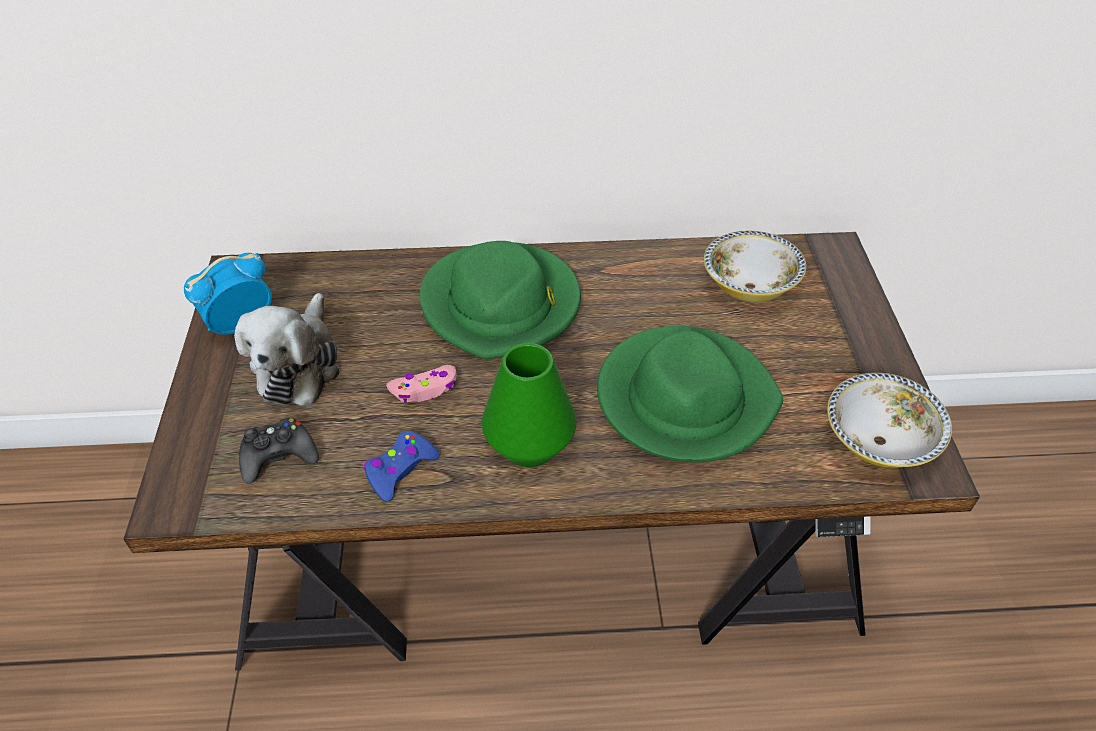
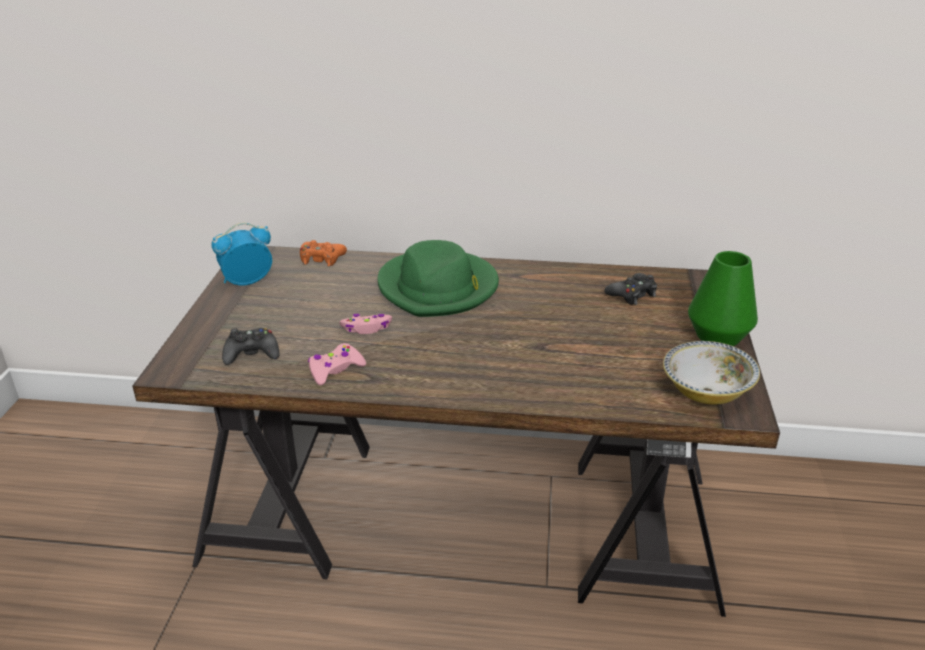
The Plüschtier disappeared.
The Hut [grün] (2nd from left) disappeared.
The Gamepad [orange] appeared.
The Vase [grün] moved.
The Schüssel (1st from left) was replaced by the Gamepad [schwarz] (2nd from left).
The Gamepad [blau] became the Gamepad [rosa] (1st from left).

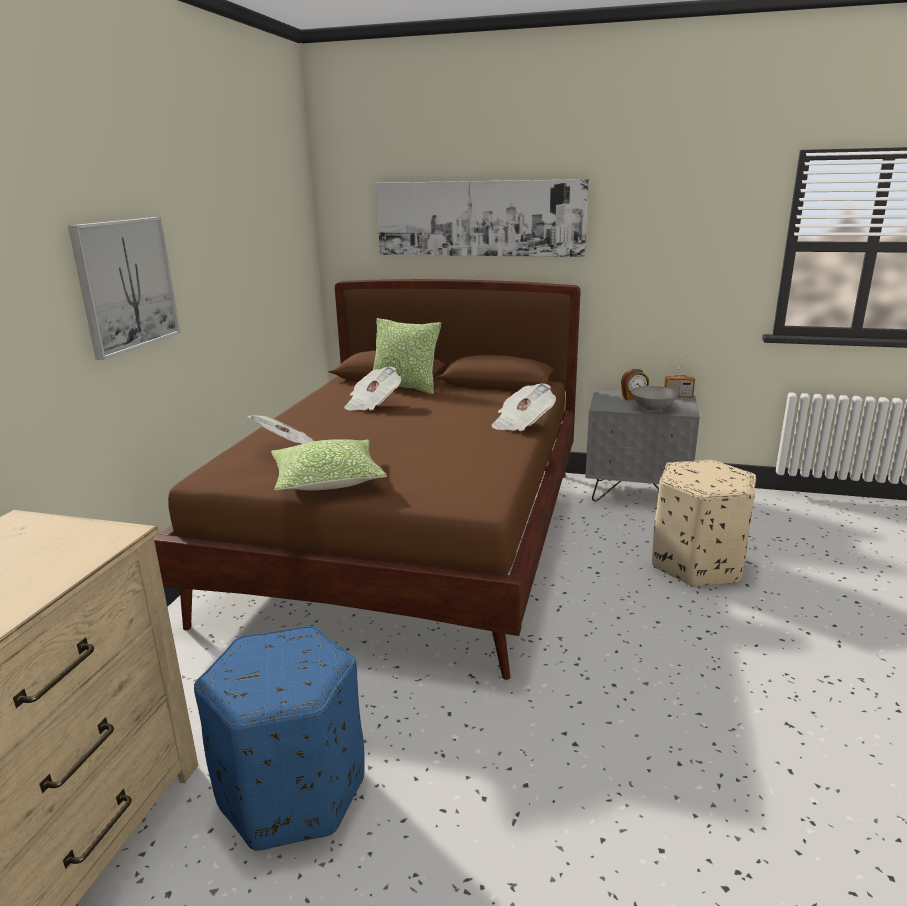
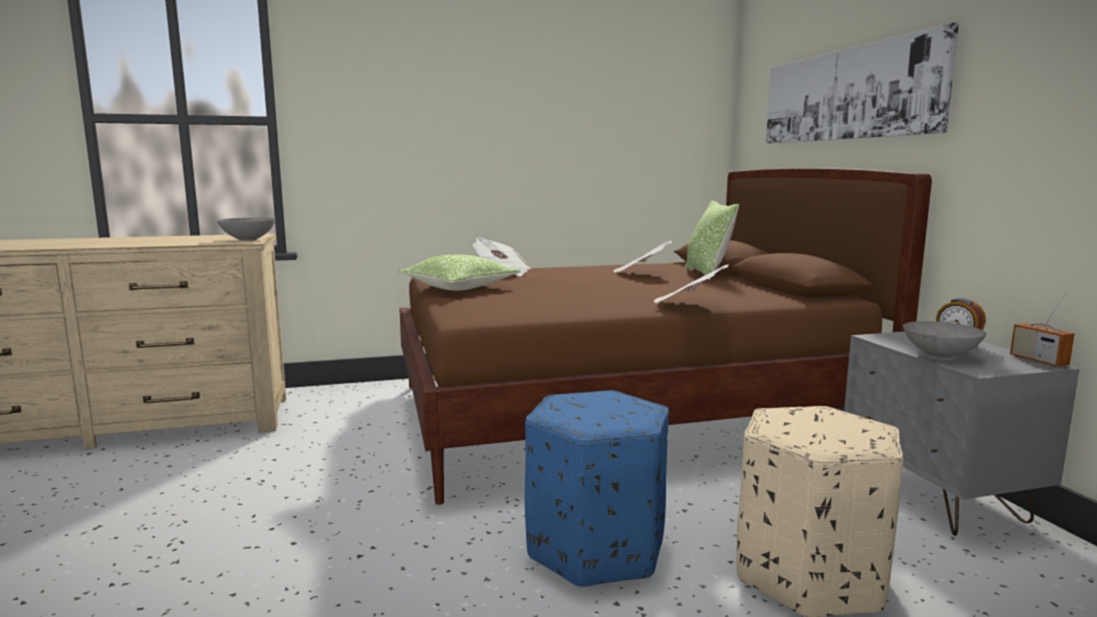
The Bild (1st from left) disappeared.
The Schüssel [grau] (1st from left) appeared.
The Polsterhocker [blau] moved.

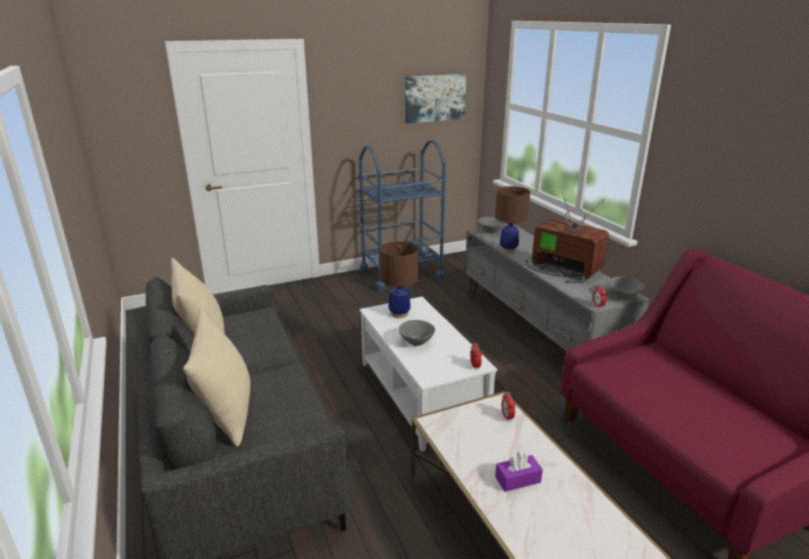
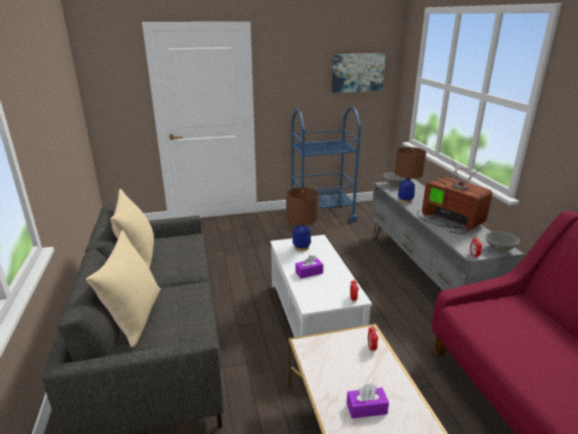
The Schüssel [grau] (1st from left) was replaced by the Taschentuchbox [lila] (1st from left).

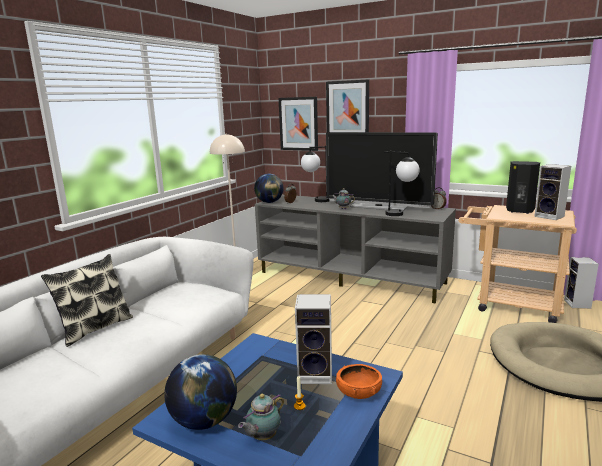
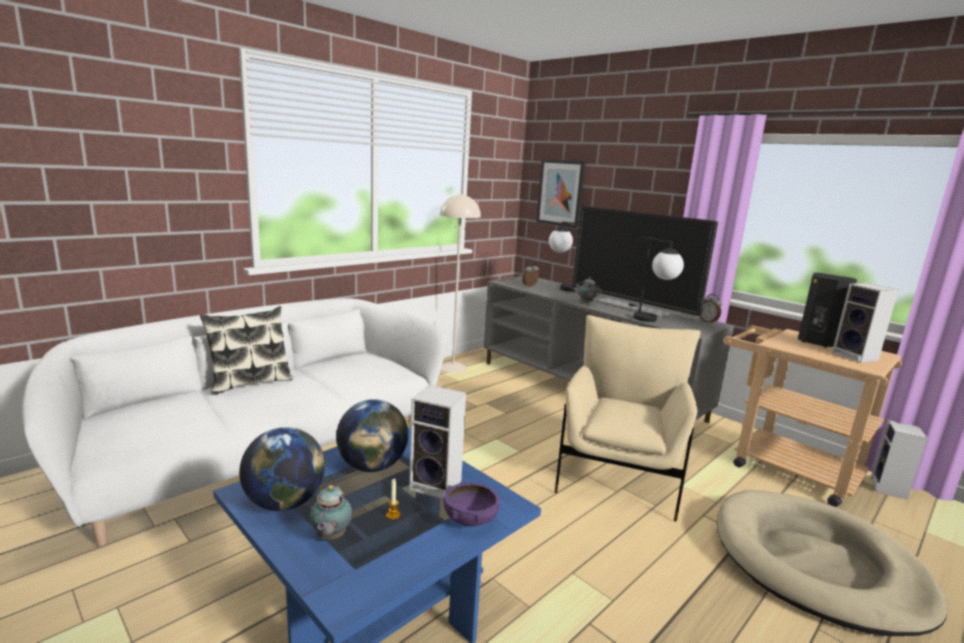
The Bild (2nd from left) disappeared.
The Sessel [beige] appeared.
The Globus (2nd from left) moved.
The Schüssel [orange] became the Schüssel [lila].
The Teekanne (1st from left) turned 60 degrees counterclockwise.

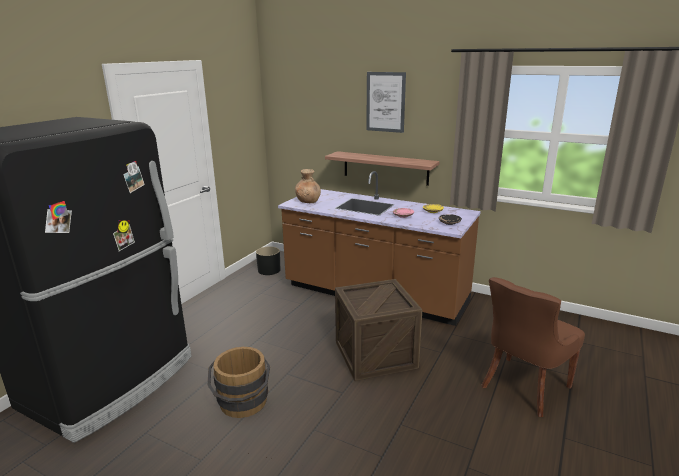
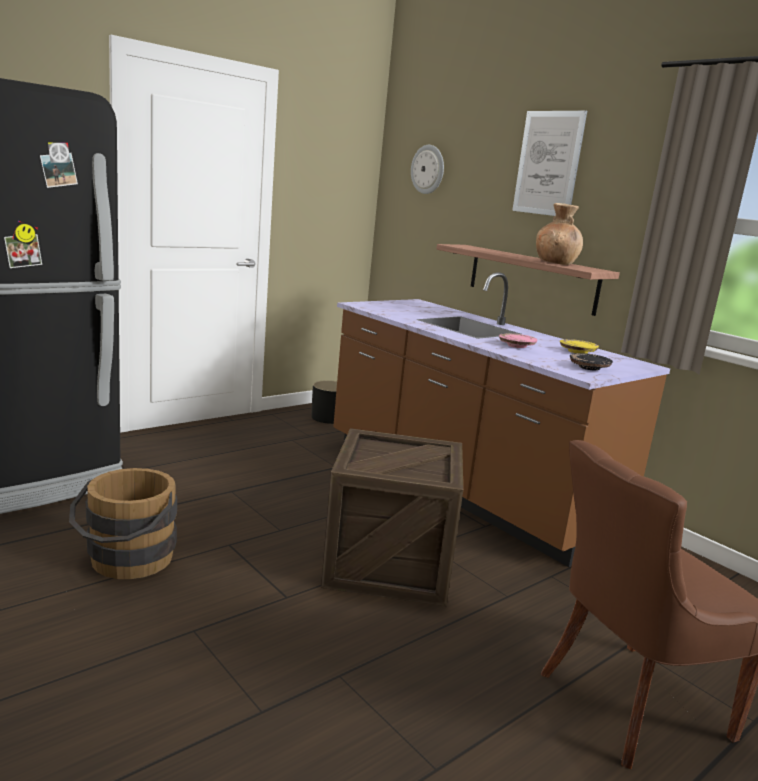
The Wanduhr appeared.
The Vase [braun] moved.

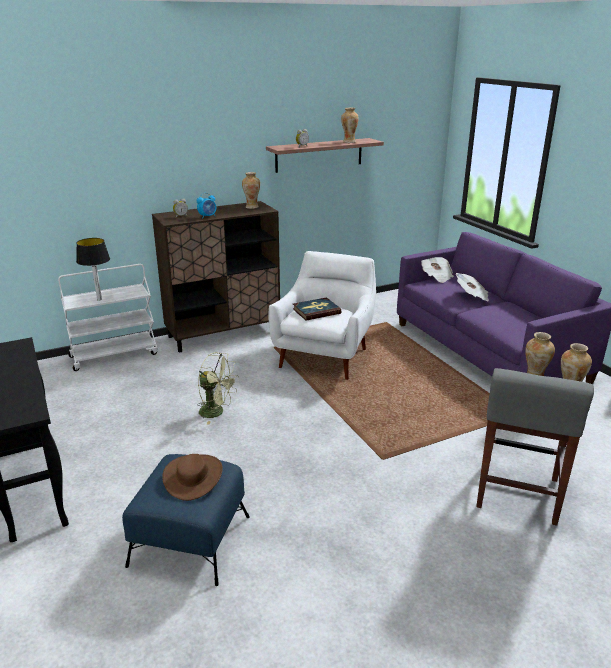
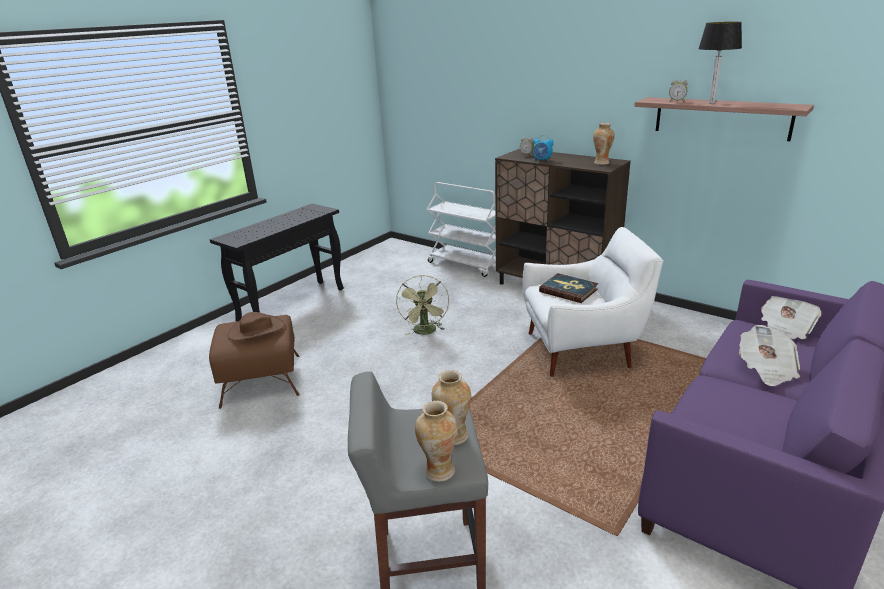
The Vase (2nd from left) disappeared.
The Tischlampe moved.
The Polsterhocker [blau] became the Polsterhocker [braun].

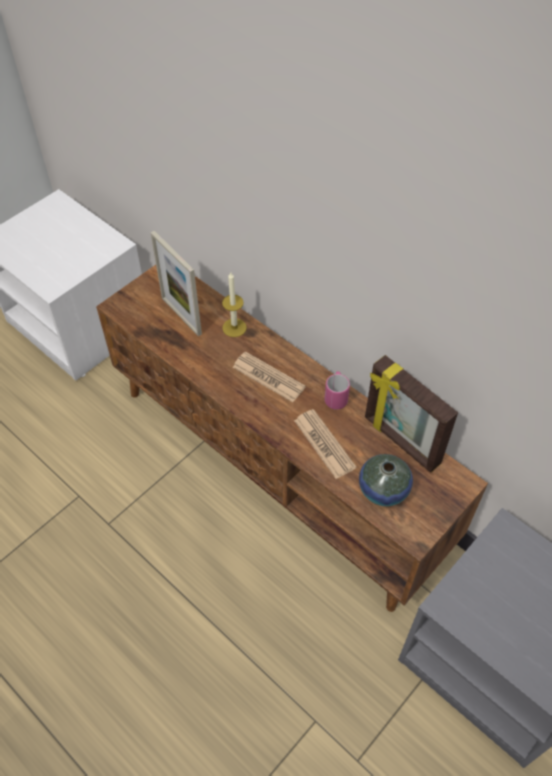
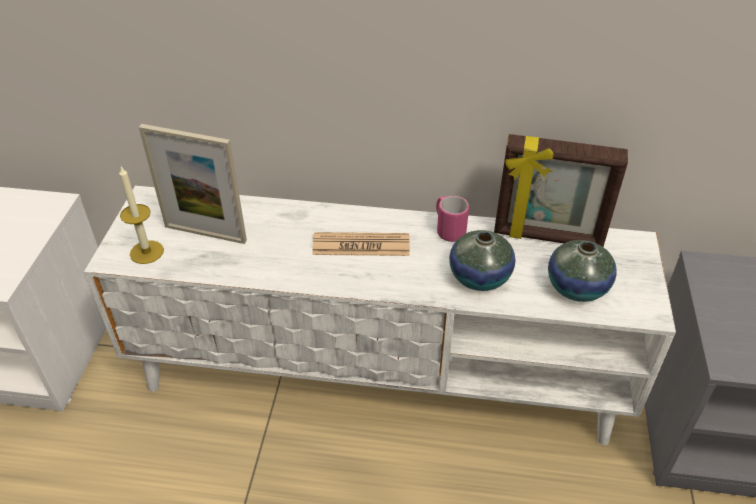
The Kerze moved.
The Zeitung (2nd from left) was replaced by the Vase (1st from left).
The Fernsehschrank [braun] became the Fernsehschrank [weiß].

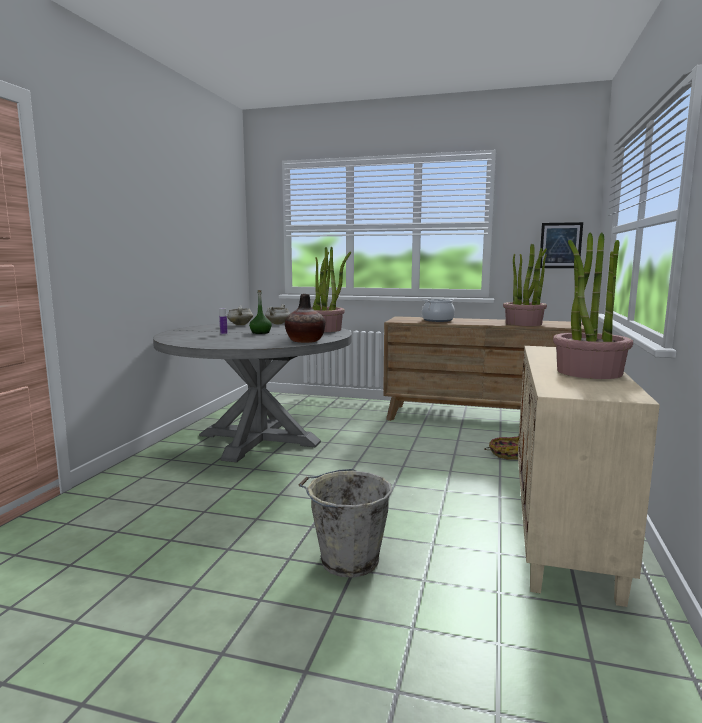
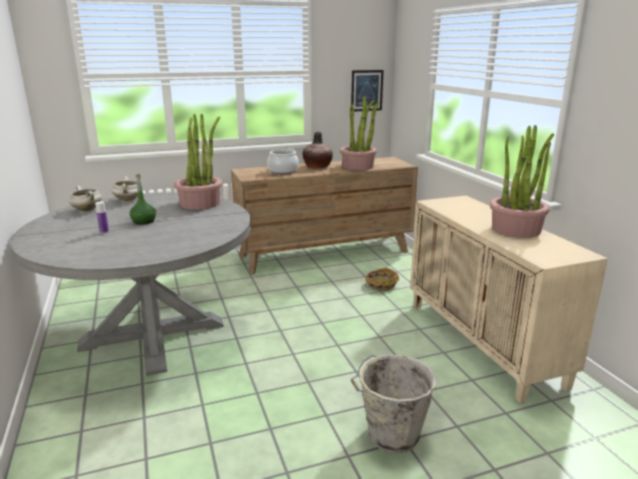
The Vase moved.

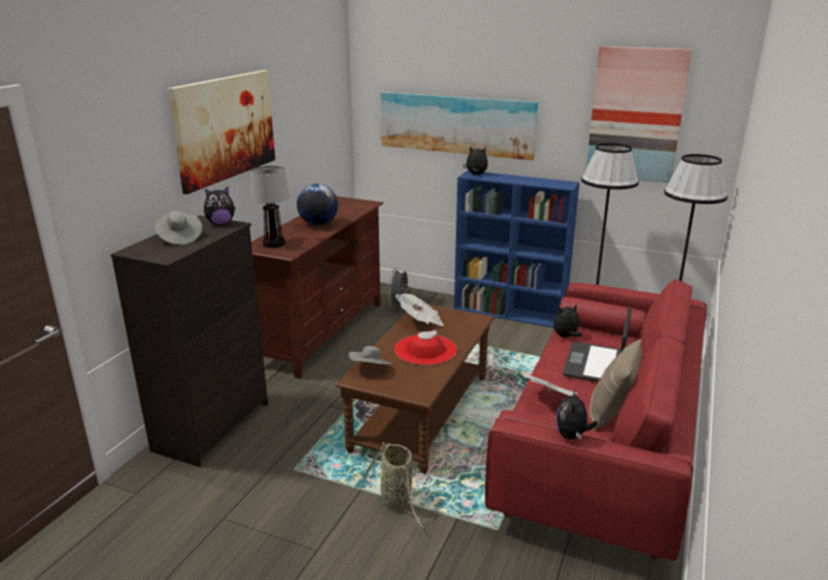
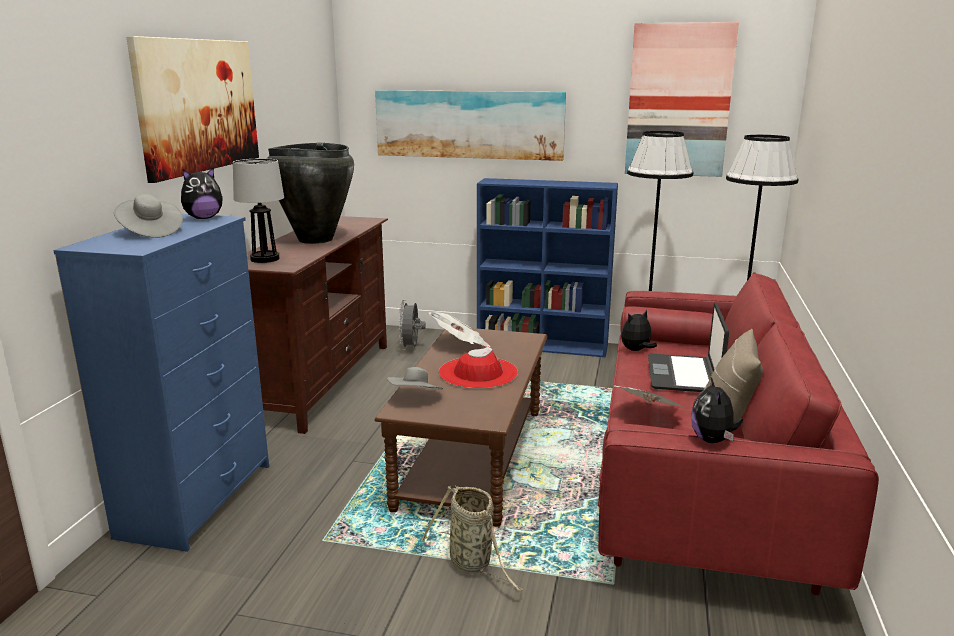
The Plüschtier (2nd from left) disappeared.
The Globus was replaced by the Vase [schwarz].
The Kommode [schwarz] became the Kommode [blau].

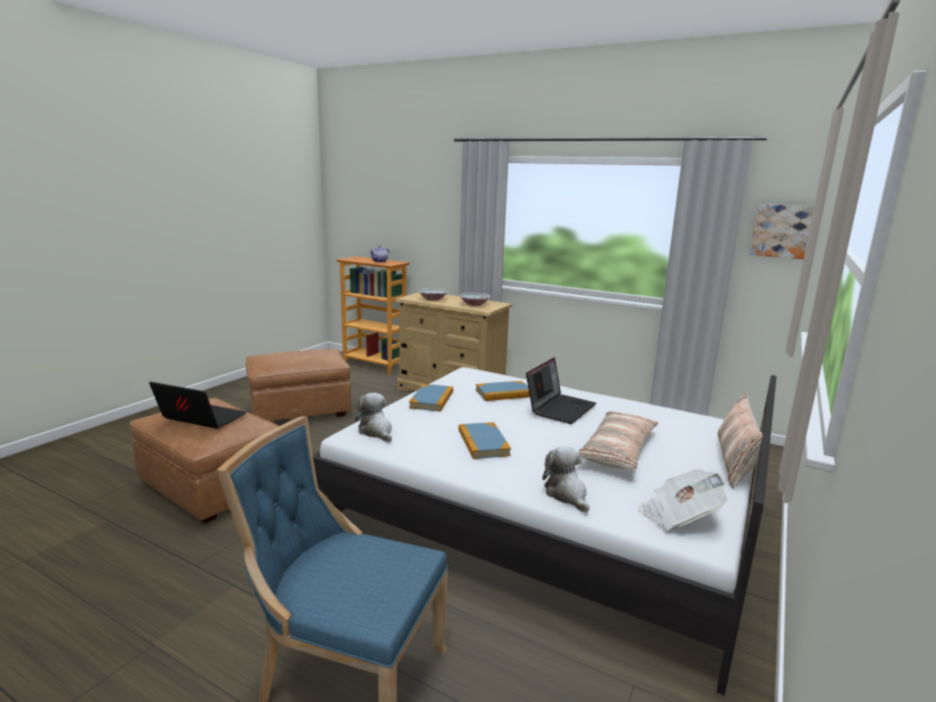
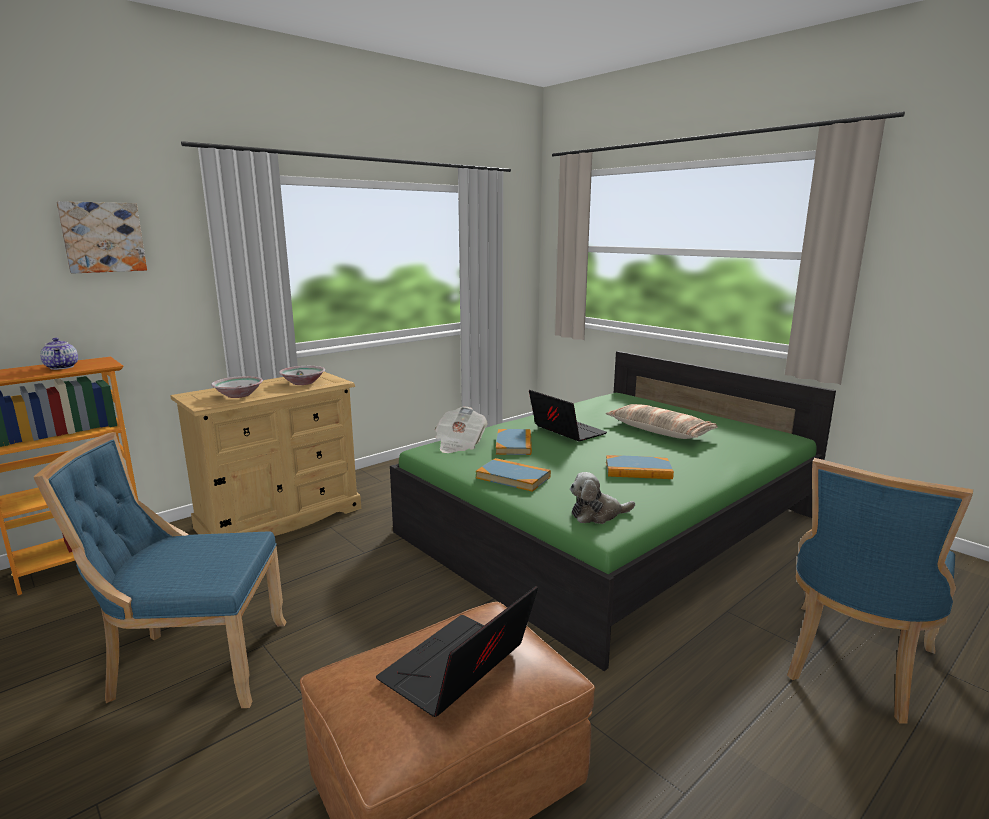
The Plüschtier (2nd from left) disappeared.
The Kissen (2nd from left) disappeared.
The Zeitung moved.
The Bild moved.
The Polsterhocker [braun] (2nd from left) was replaced by the Stuhl [blau] (1st from left).
The Bett [weiß] became the Bett [grün].

